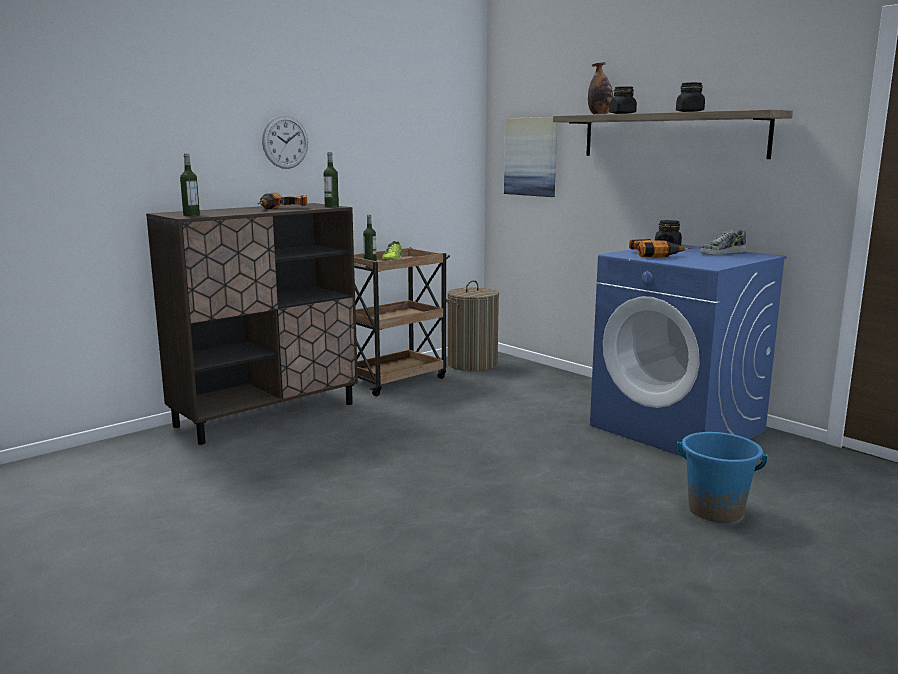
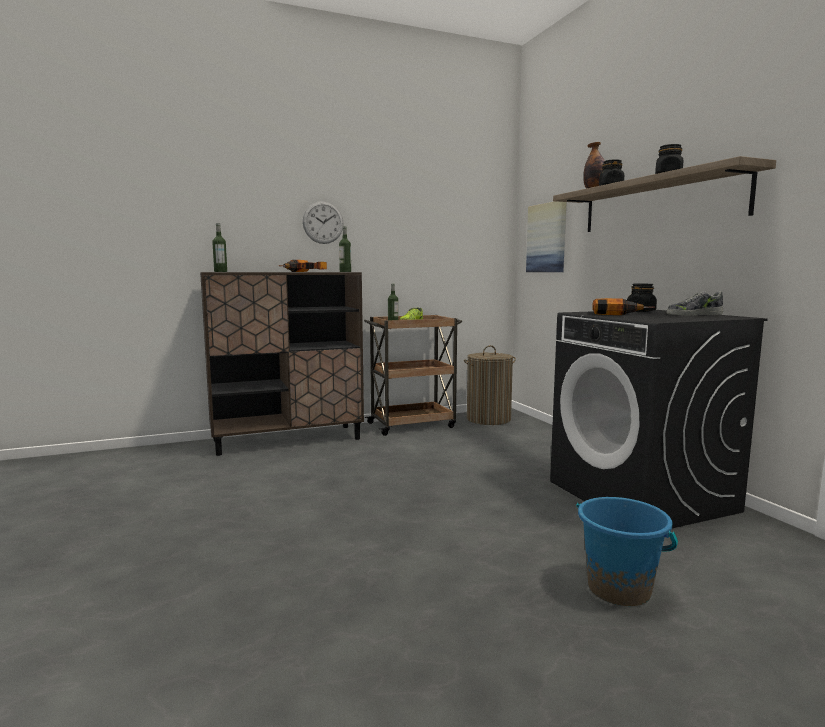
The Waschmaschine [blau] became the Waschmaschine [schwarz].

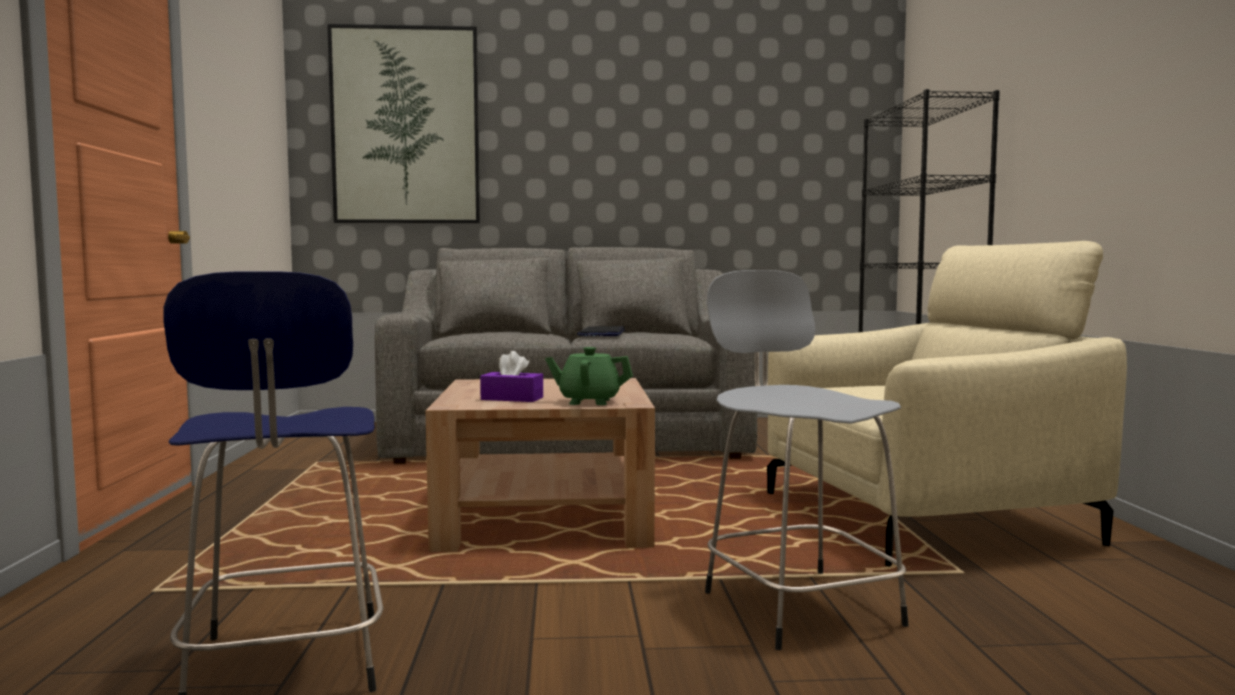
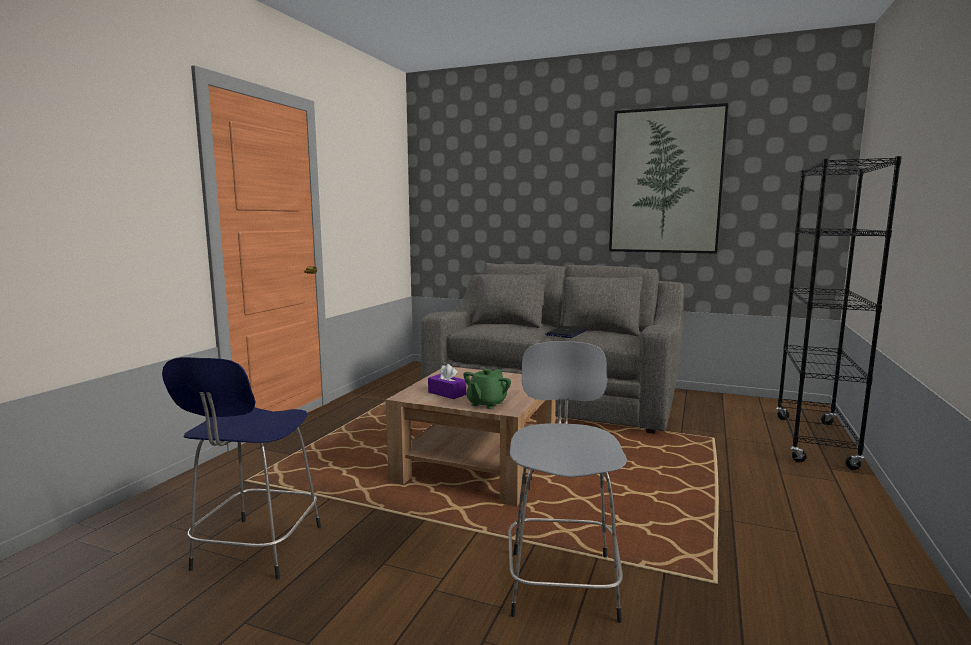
The Sessel [beige] disappeared.
The Bild moved.
The Teekanne [grün] turned 90 degrees counterclockwise.

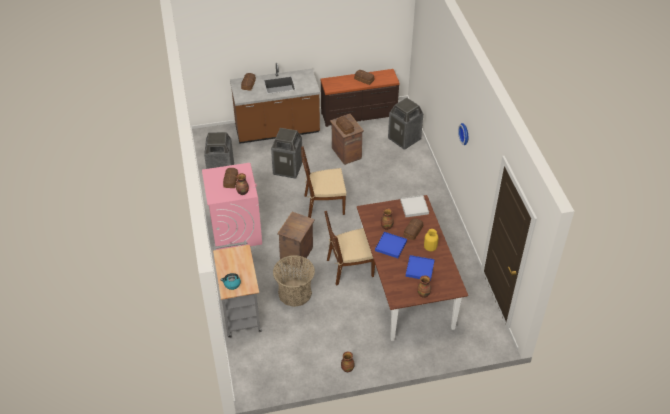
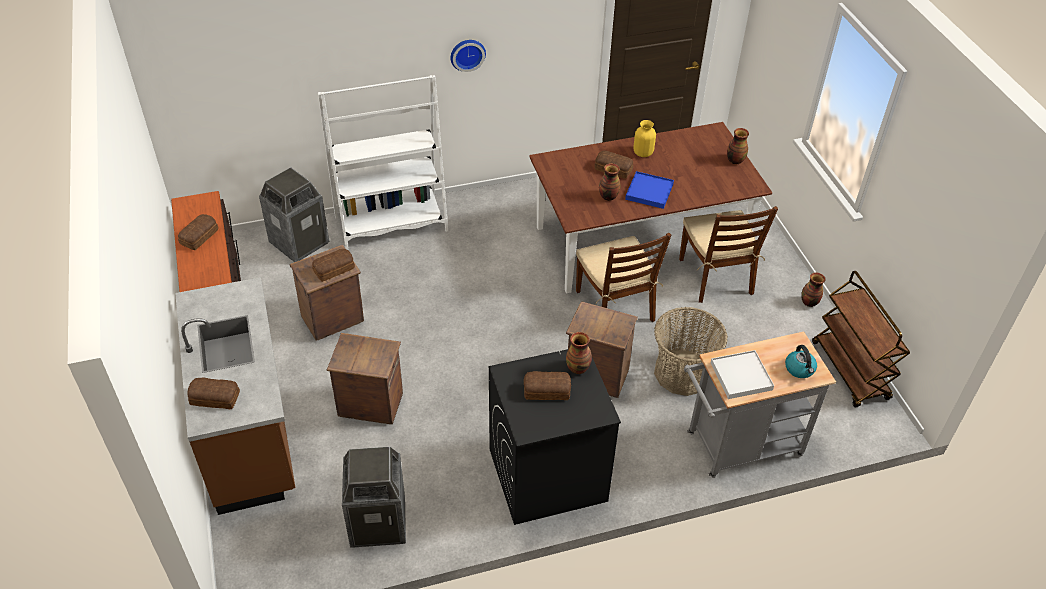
The Tablett [blau] (2nd from left) disappeared.
The Bücherregal [weiß] appeared.
The Rollwagen [braun] appeared.
The Stuhl [braun] (1st from left in the first image) moved.
The Tablett [weiß] moved.
The Mülleimer (2nd from left) was replaced by the Kiste (2nd from left).
The Waschmaschine [rosa] became the Waschmaschine [schwarz].

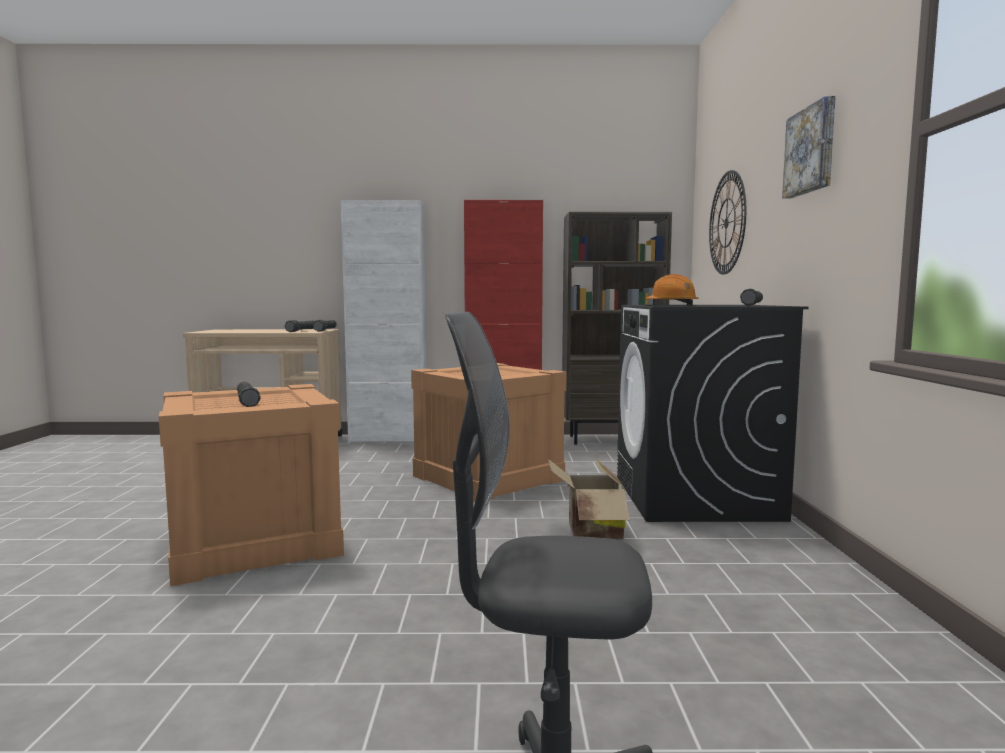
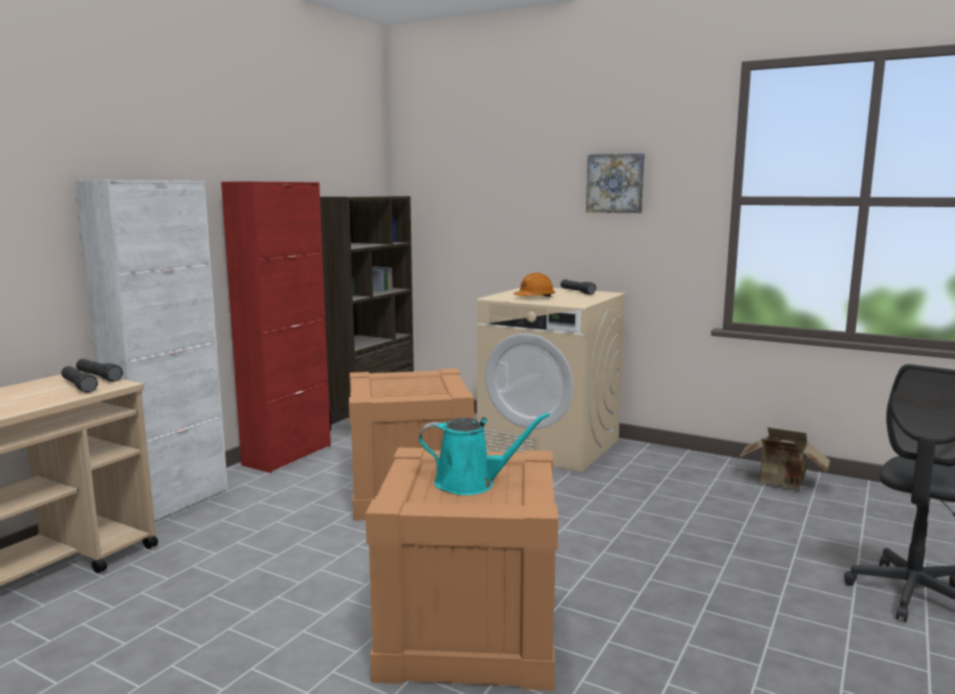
The Wanduhr disappeared.
The Karton moved.
The Taschenlampe [schwarz] (1st from left) was replaced by the Gießkanne [türkis].
The Waschmaschine [schwarz] became the Waschmaschine [beige].

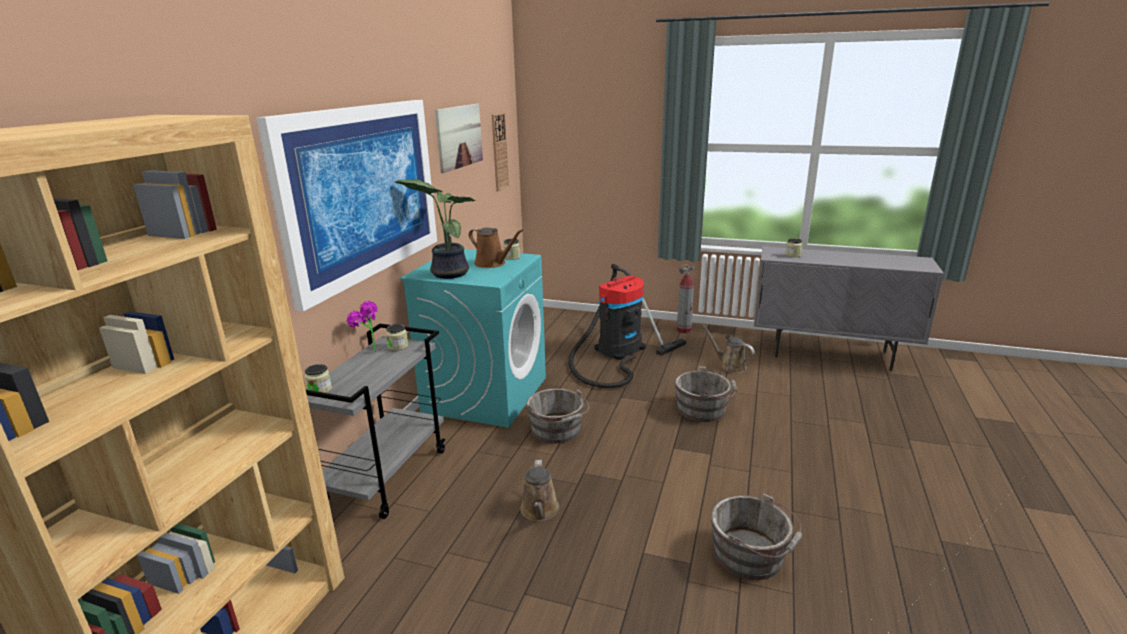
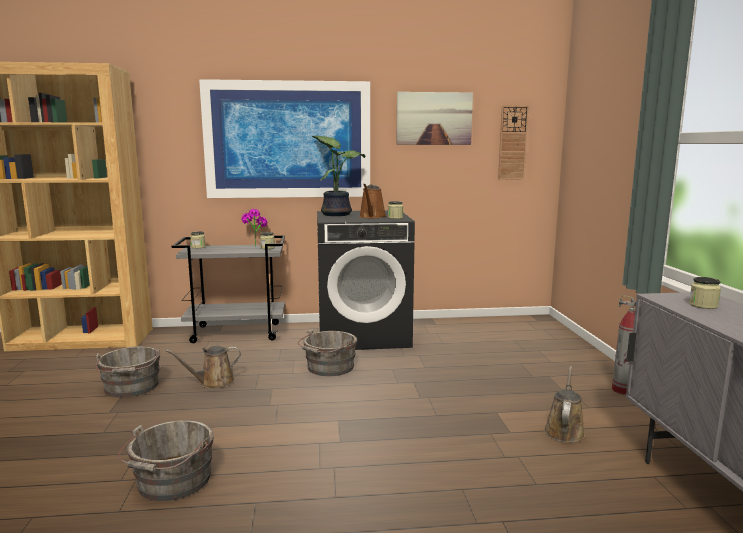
The Staubsauger disappeared.
The Eimer [grau] (2nd from left in the first image) moved.
The Waschmaschine [türkis] became the Waschmaschine [schwarz].

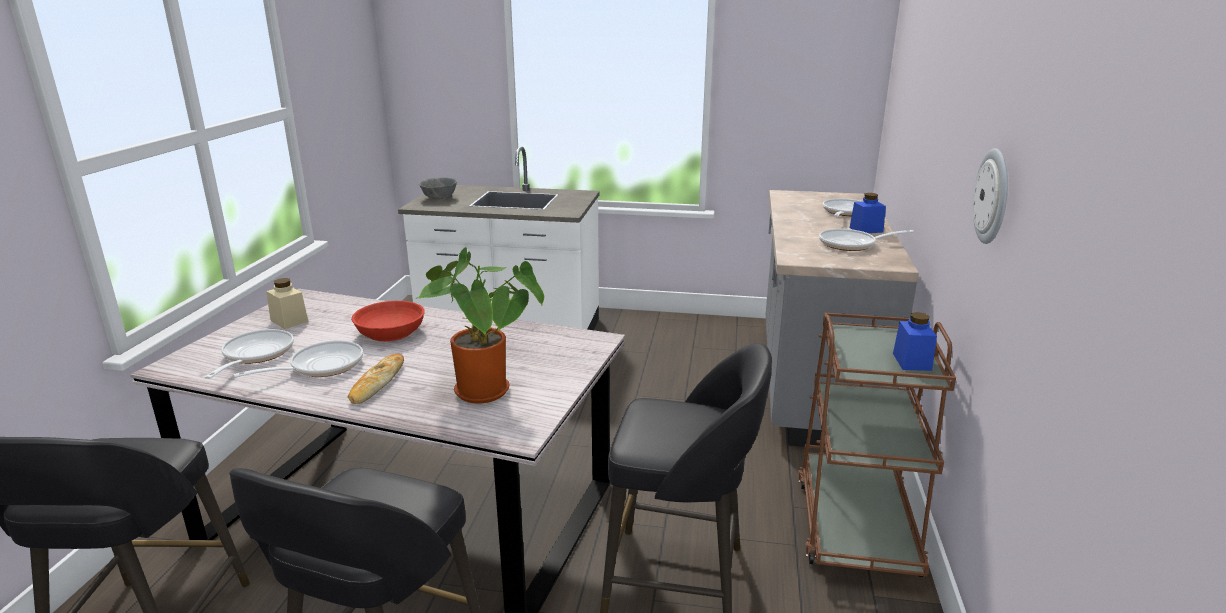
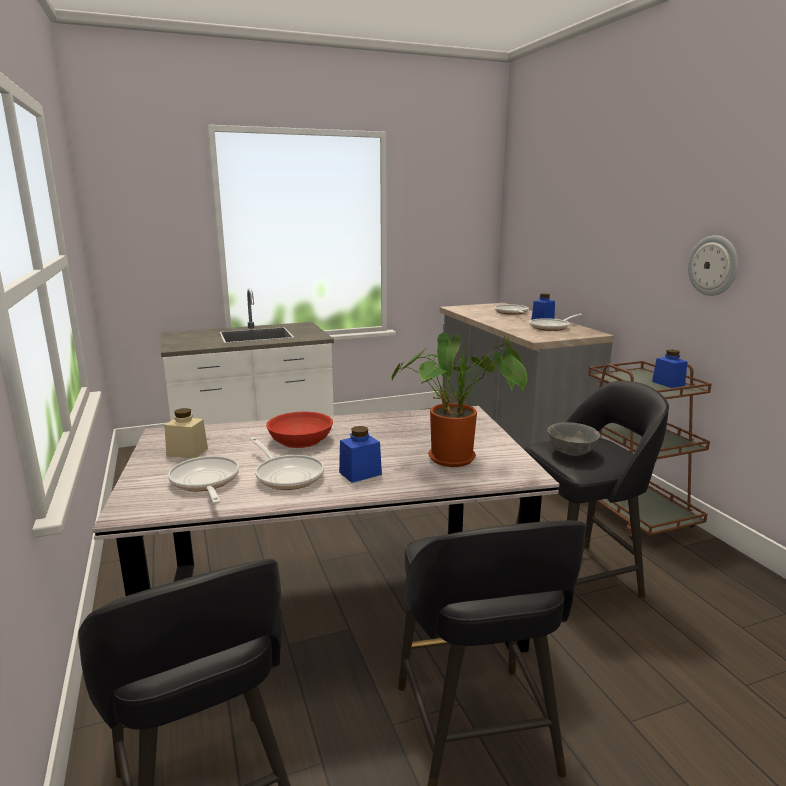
The Schüssel [grau] moved.
The Brot was replaced by the Vorratsglas [blau] (1st from left).
The Pfanne (2nd from left) turned 120 degrees clockwise.

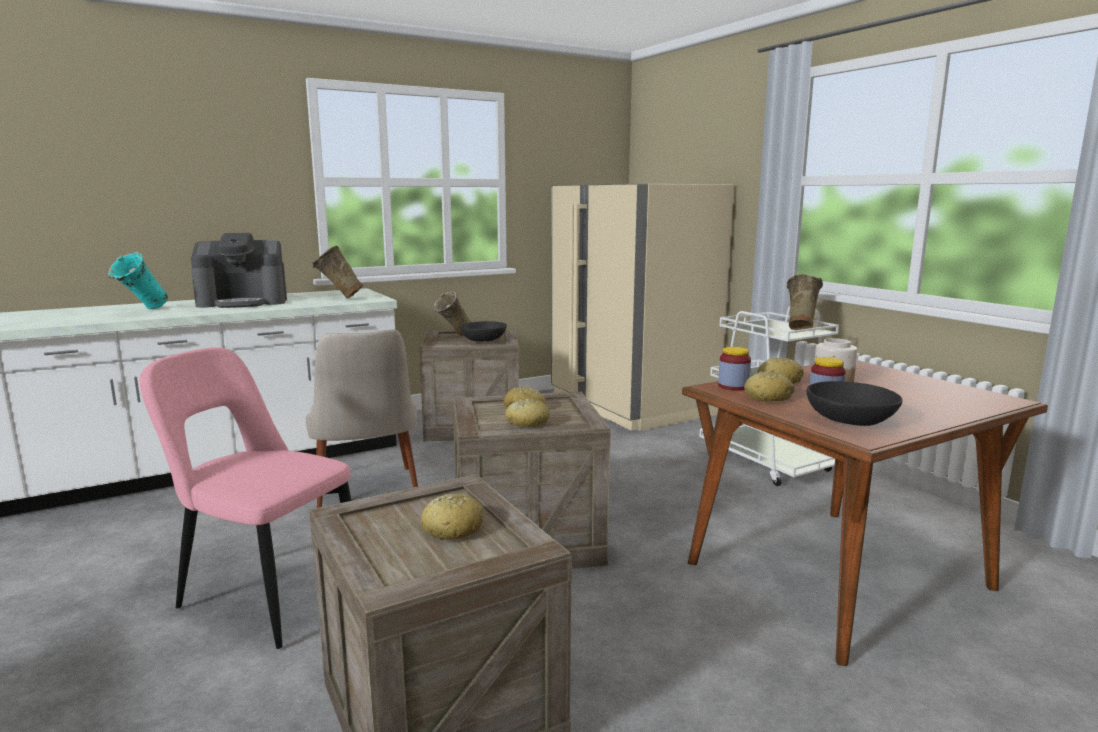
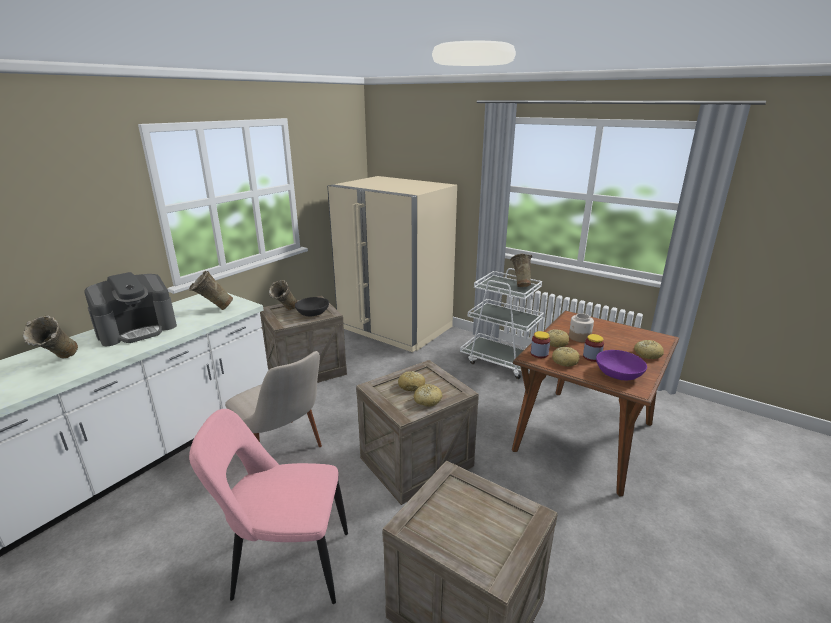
The Brot (1st from left in the first image) moved.
The Vase [türkis] became the Vase [beige] (1st from left).
The Schüssel [schwarz] (2nd from left) became the Schüssel [lila].

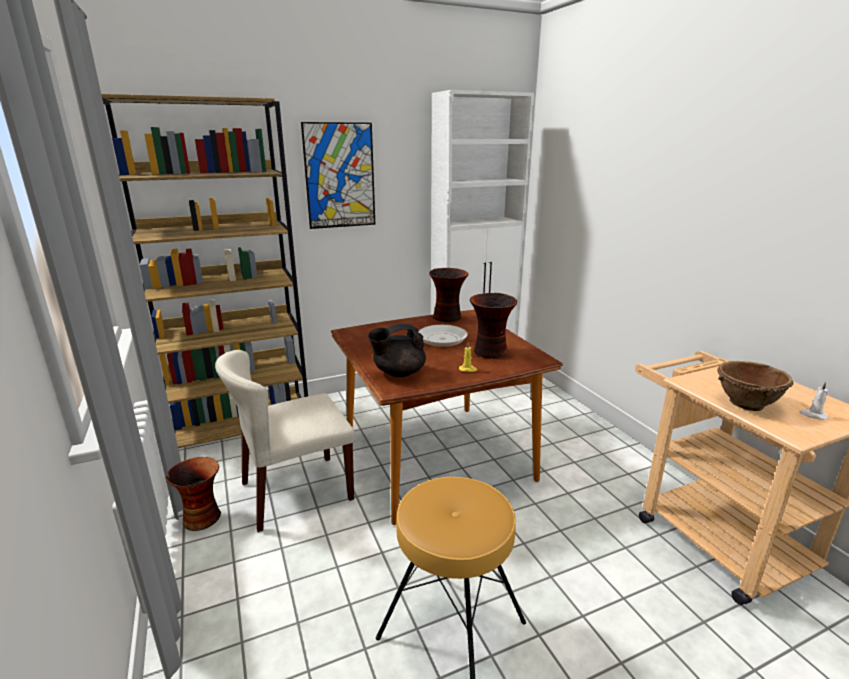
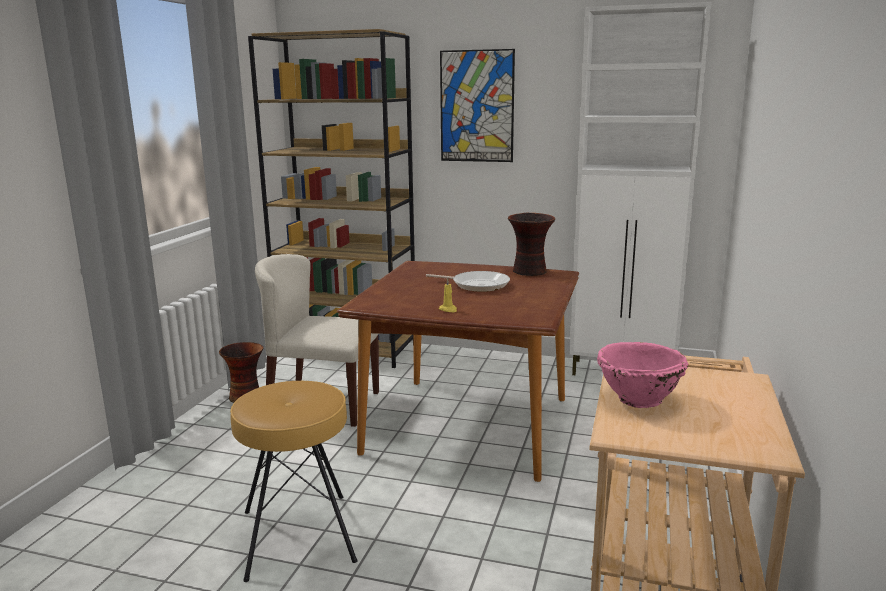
The Teekanne [schwarz] disappeared.
The Vase (3rd from left) disappeared.
The Kerze [weiß] disappeared.
The Schüssel [braun] became the Schüssel [rosa].

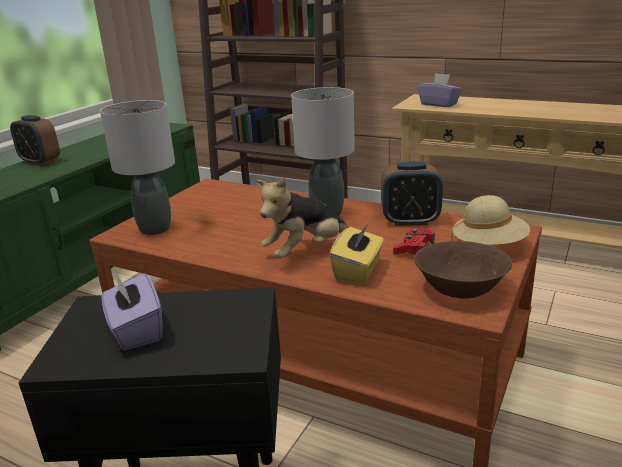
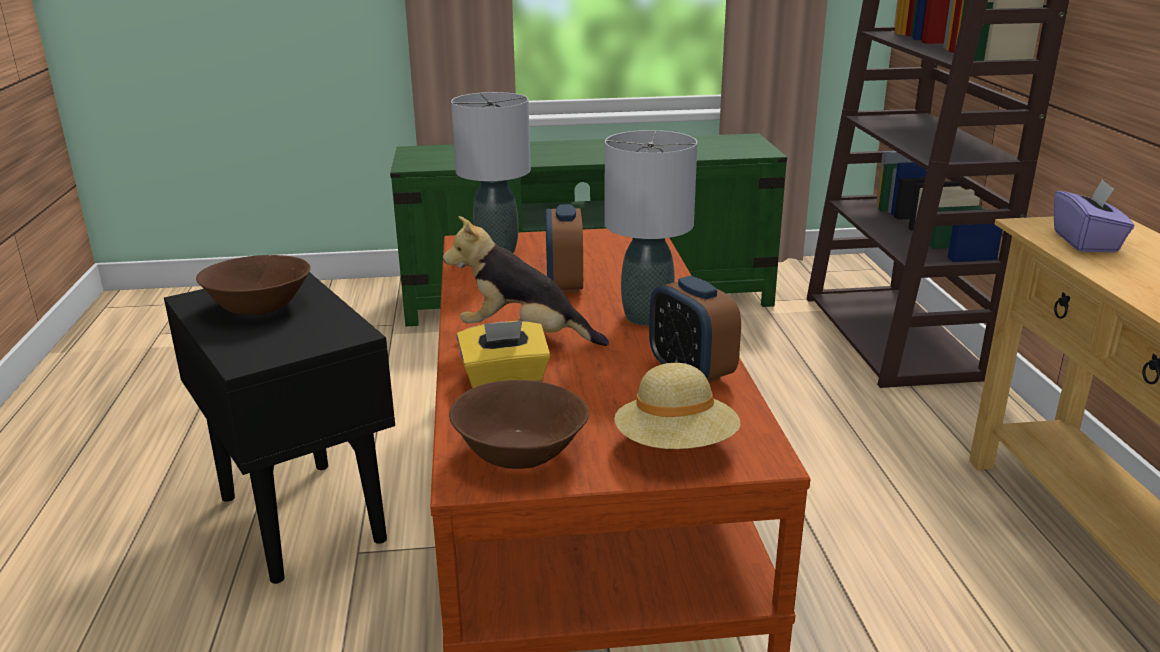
The Gamepad [rot] disappeared.
The Wecker (1st from left) moved.
The Taschentuchbox [lila] (1st from left) was replaced by the Schüssel [braun] (1st from left).

